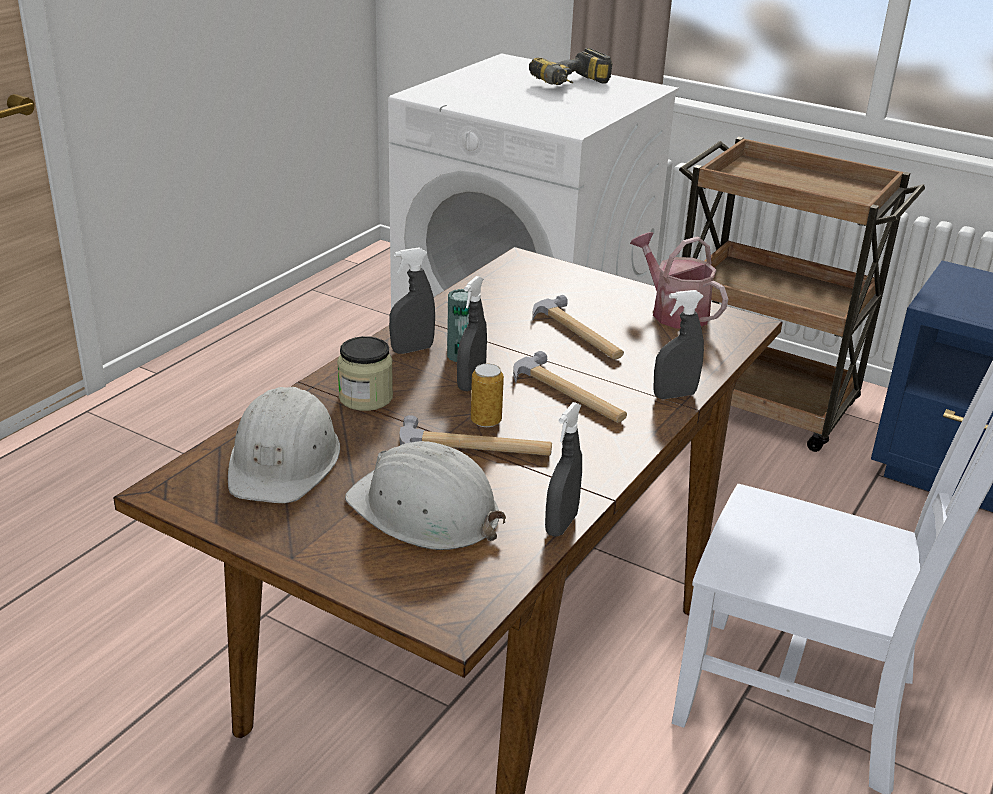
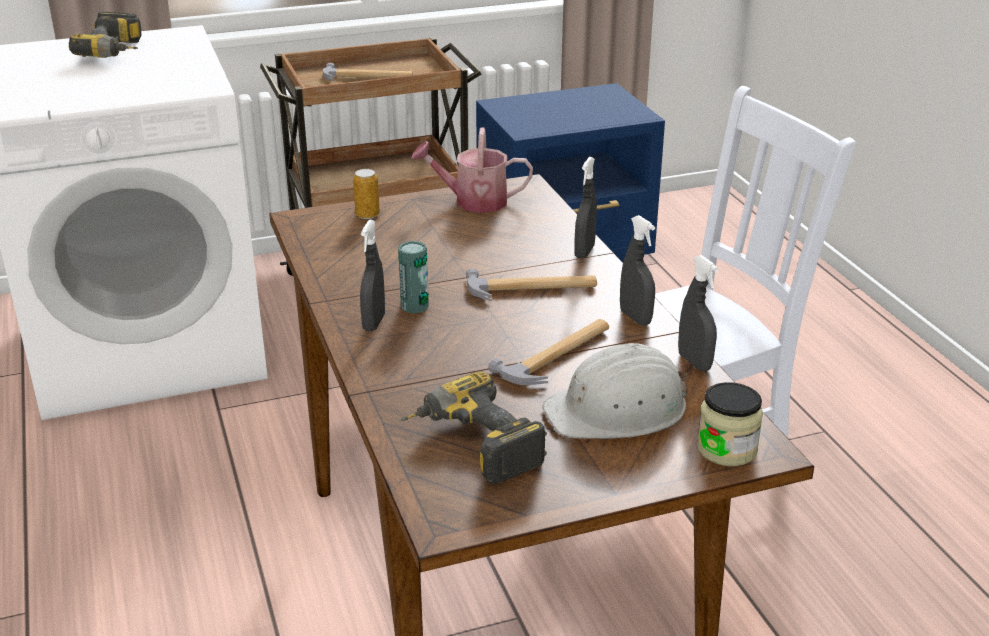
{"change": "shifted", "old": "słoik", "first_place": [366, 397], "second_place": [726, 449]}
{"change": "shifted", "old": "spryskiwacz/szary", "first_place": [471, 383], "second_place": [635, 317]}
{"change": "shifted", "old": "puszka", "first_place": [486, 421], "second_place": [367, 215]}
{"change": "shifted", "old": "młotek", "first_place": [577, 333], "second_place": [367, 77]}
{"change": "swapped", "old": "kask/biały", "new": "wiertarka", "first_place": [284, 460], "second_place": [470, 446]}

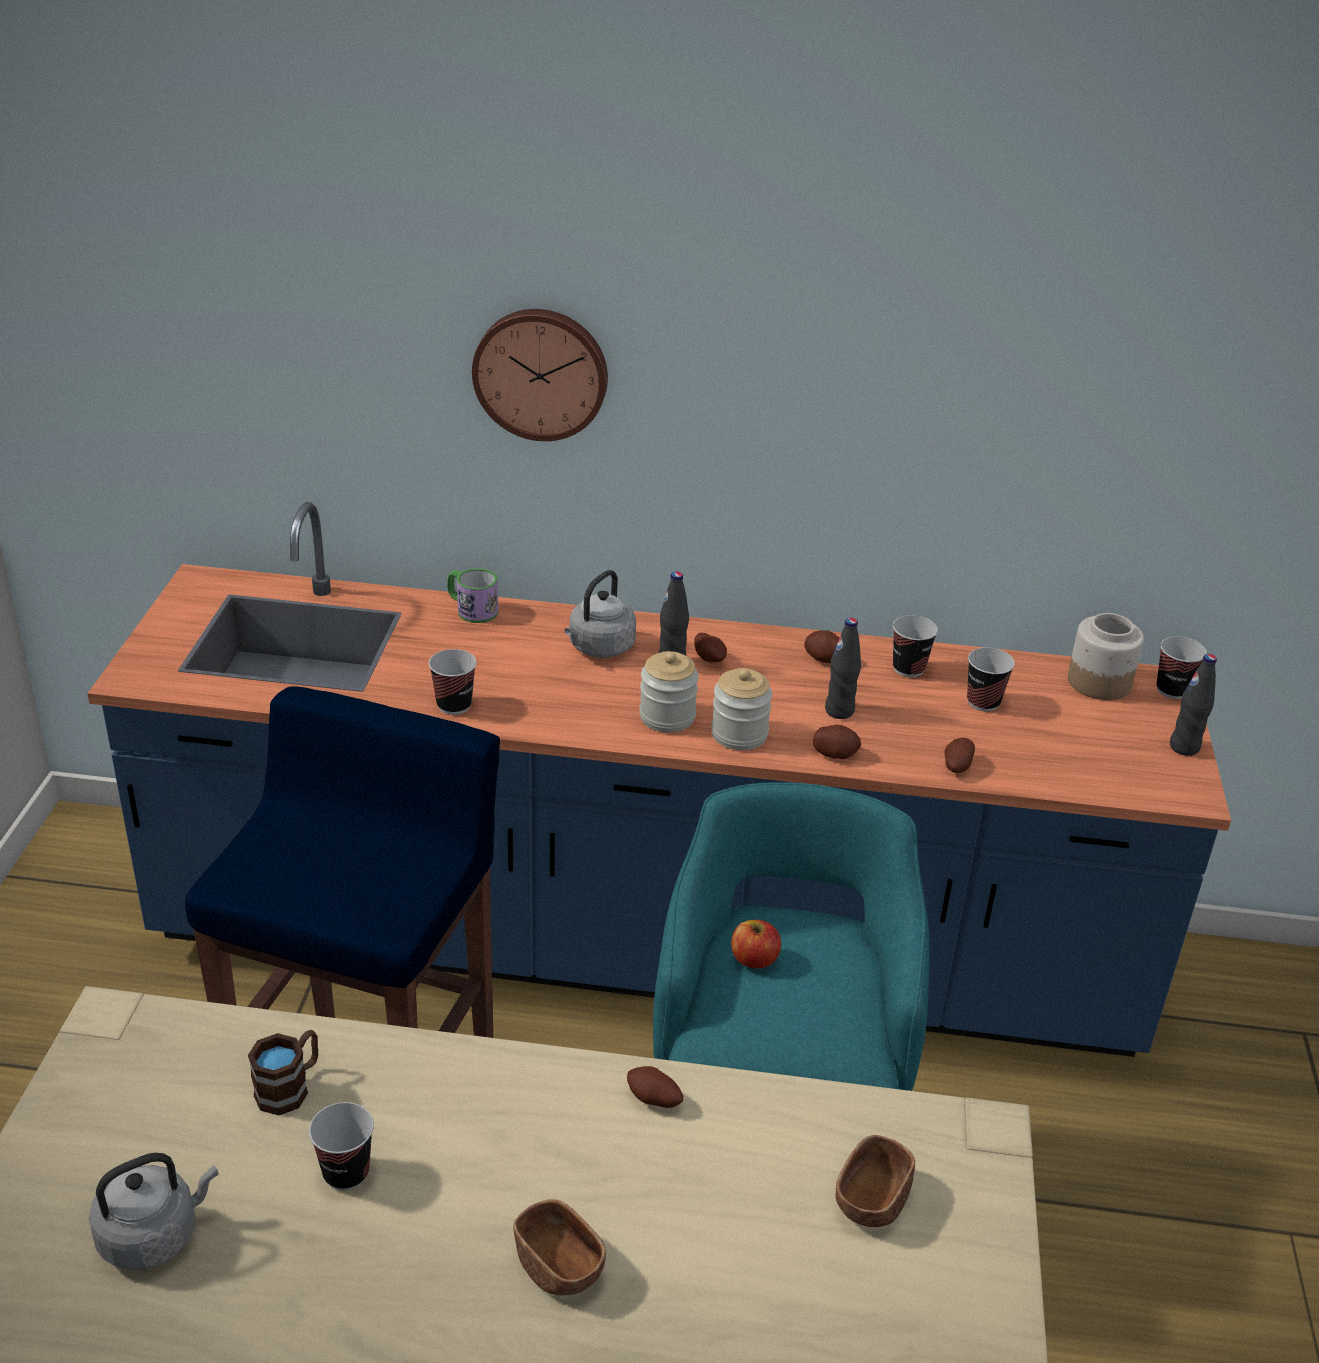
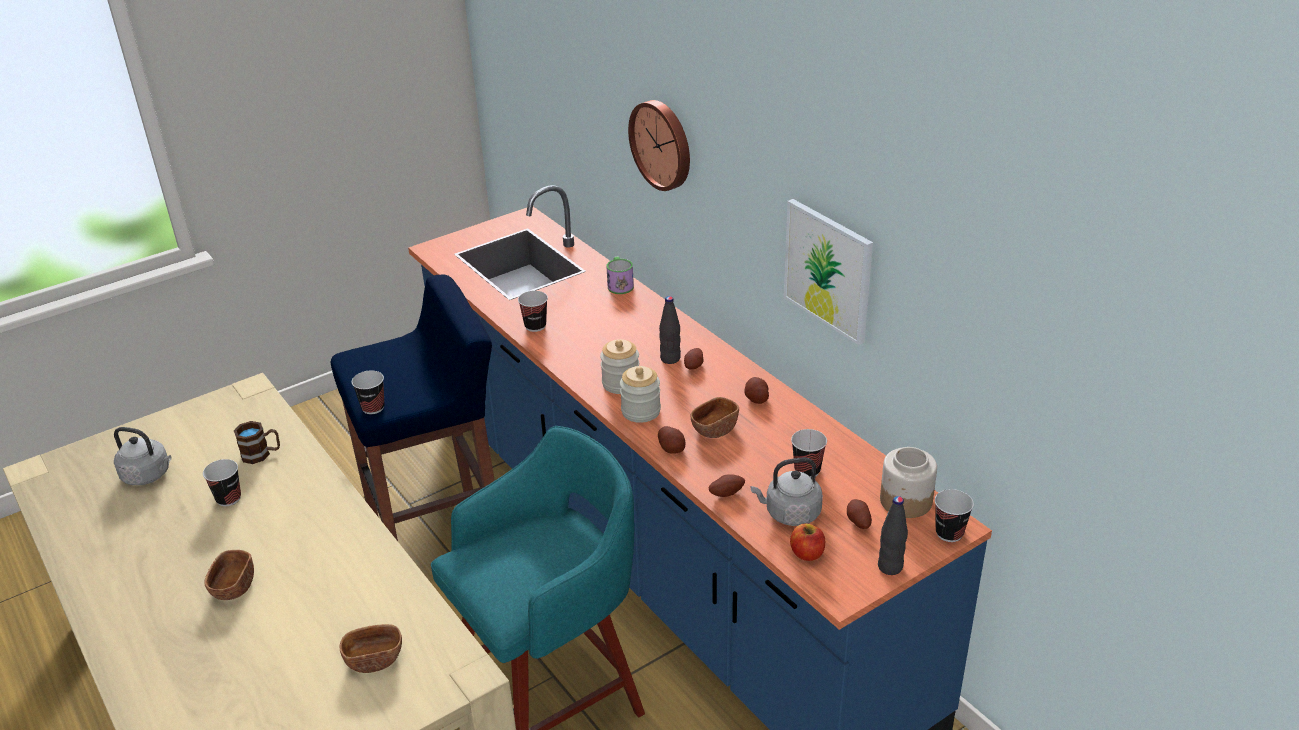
{"change": "new", "new": "obraz", "second_place": [828, 270]}
{"change": "shifted", "old": "czajnik/szary", "first_place": [599, 648], "second_place": [789, 514]}
{"change": "shifted", "old": "ziemniak", "first_place": [653, 1100], "second_place": [857, 522]}
{"change": "shifted", "old": "jabłko", "first_place": [754, 959], "second_place": [807, 553]}
{"change": "shifted", "old": "filiżanka", "first_place": [908, 668], "second_place": [373, 408]}
{"change": "swapped", "old": "butelka/czarny", "new": "miska/brązowy", "first_place": [839, 711], "second_place": [714, 429]}

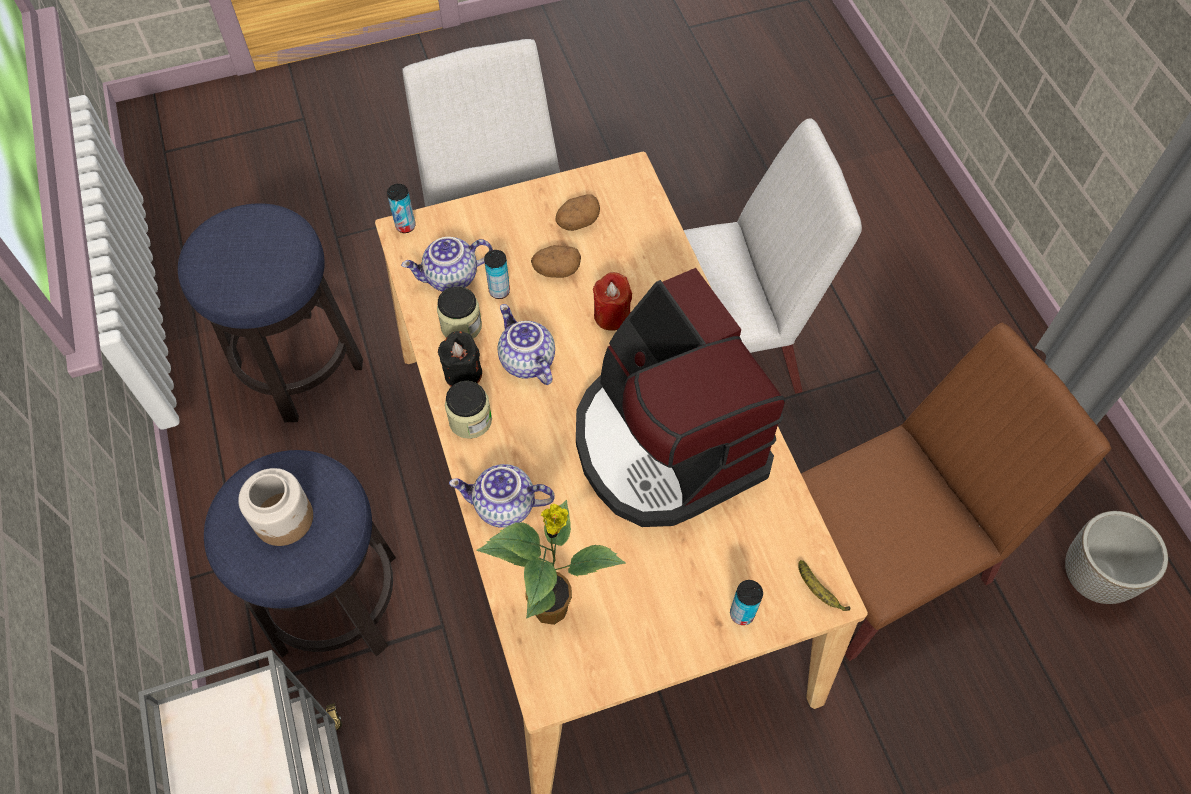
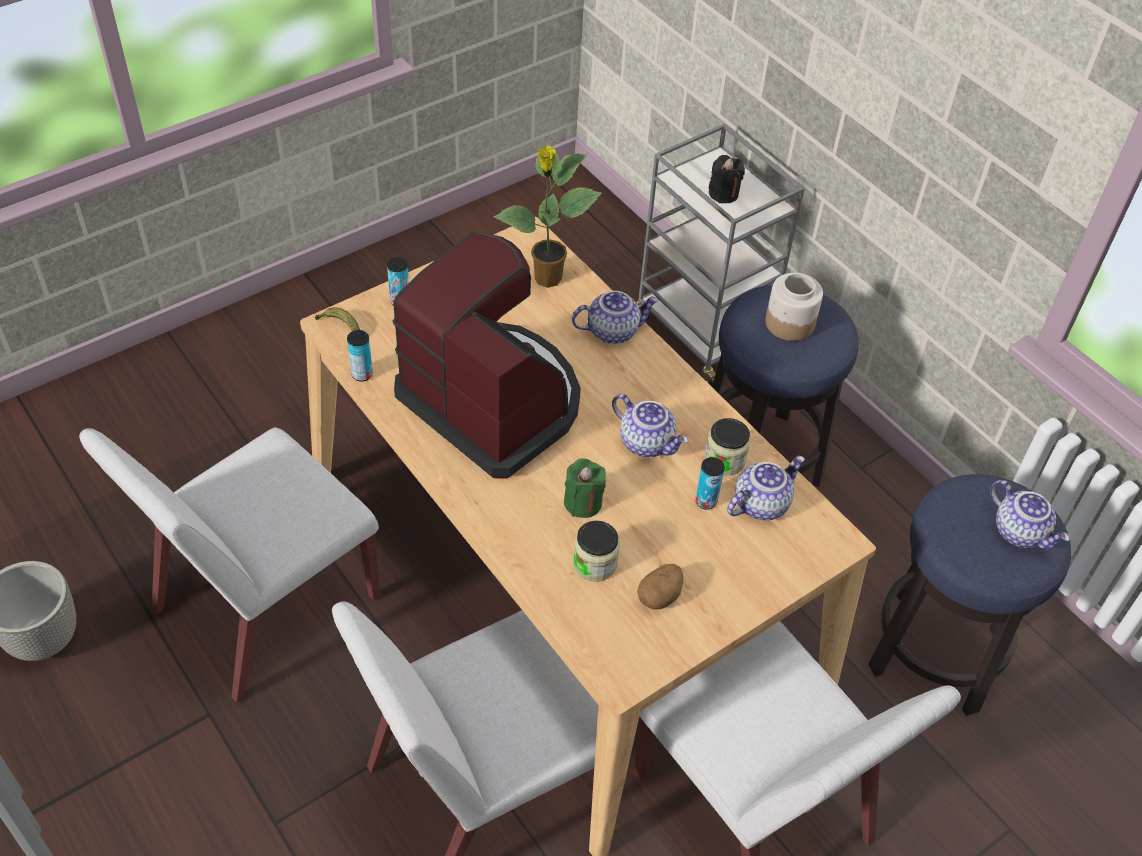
{"change": "gone", "old": "ziemniak", "first_place": [556, 270]}
{"change": "new", "new": "imbryk", "second_place": [1020, 532]}
{"change": "shifted", "old": "puszka", "first_place": [405, 226], "second_place": [362, 374]}
{"change": "shifted", "old": "świeca/czarny", "first_place": [463, 374], "second_place": [723, 194]}
{"change": "shifted", "old": "słoik", "first_place": [470, 420], "second_place": [595, 564]}
{"change": "repainted", "old": "świeca/czerwony", "new": "świeca/zielony", "first_place": [612, 315], "second_place": [583, 502]}
{"change": "repainted", "old": "krzesło/brązowy", "new": "krzesło/biały", "first_place": [882, 560], "second_place": [264, 605]}

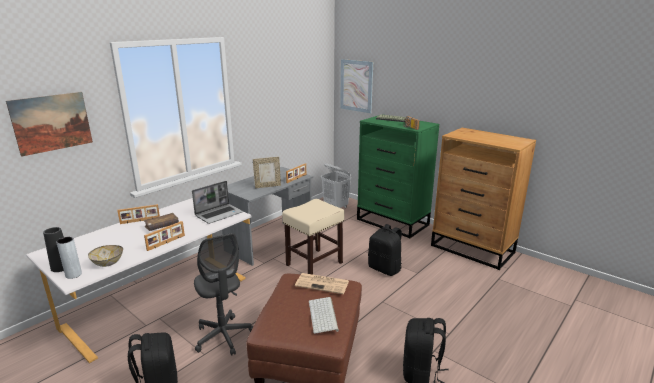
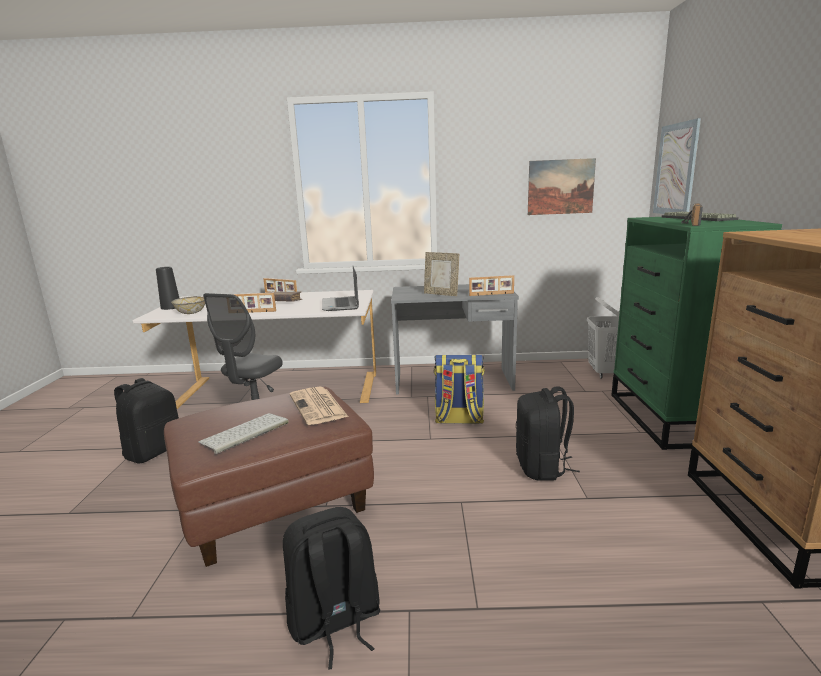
{"change": "gone", "old": "wazon/szary", "first_place": [73, 275]}
{"change": "shifted", "old": "obraz", "first_place": [52, 123], "second_place": [560, 187]}
{"change": "swapped", "old": "stołek/beżowy", "new": "plecak", "first_place": [314, 264], "second_place": [458, 420]}
{"change": "rotated", "old": "laptop", "first_place": [219, 214], "second_place": [341, 305], "degrees": 75}

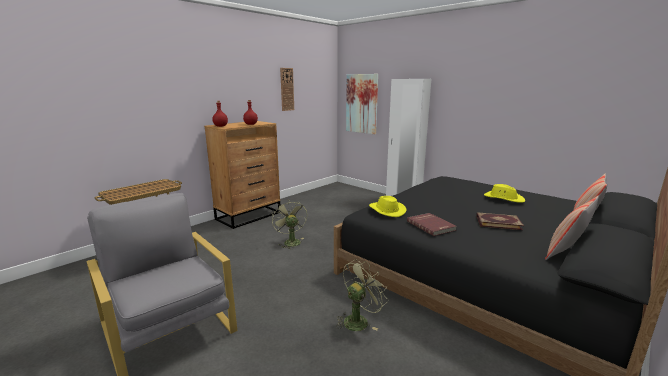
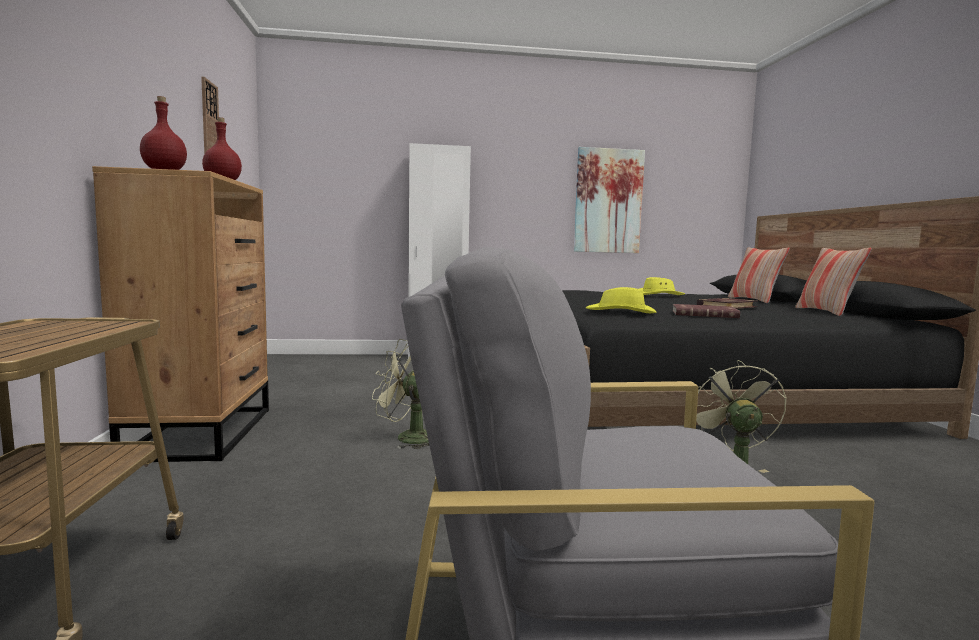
{"change": "shifted", "old": "obraz", "first_place": [361, 103], "second_place": [608, 201]}

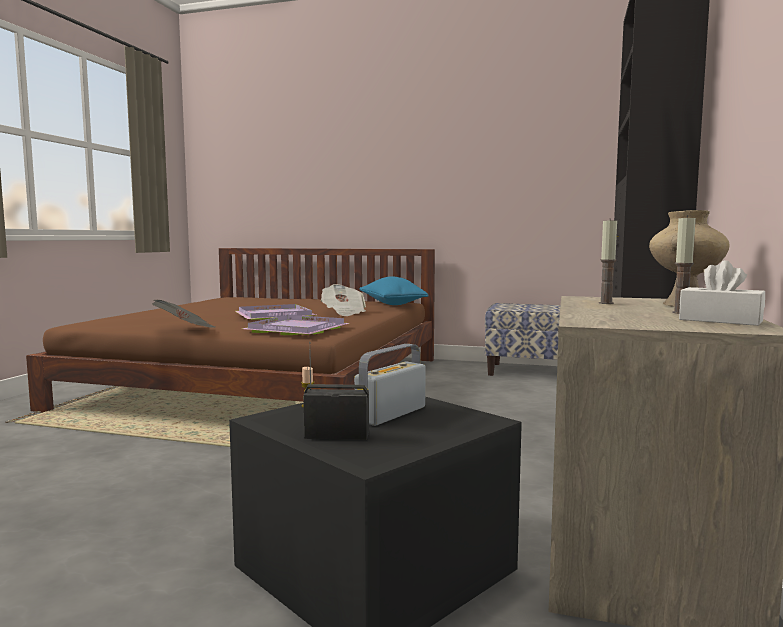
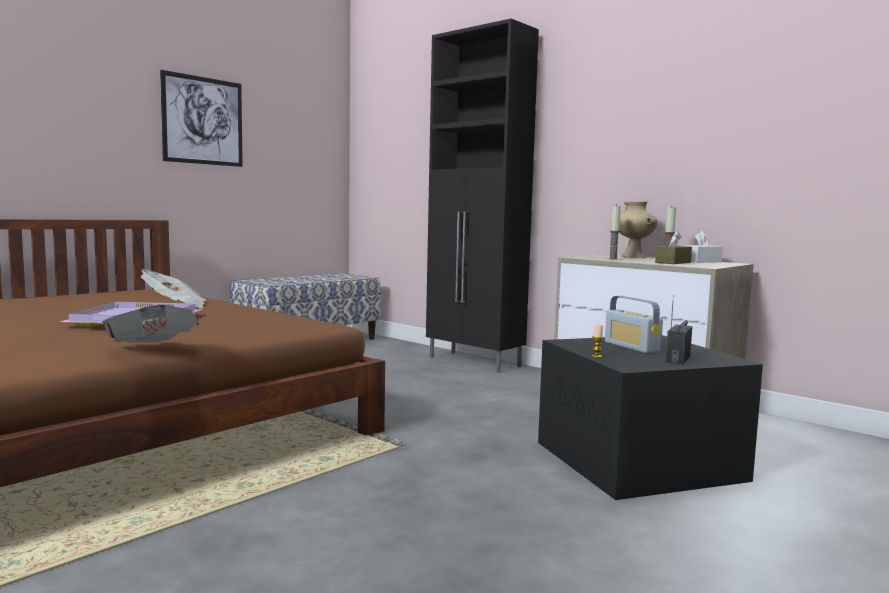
{"change": "gone", "old": "taca/fioletowy", "first_place": [299, 329]}
{"change": "gone", "old": "poduszka/niebieski", "first_place": [392, 304]}
{"change": "new", "new": "obraz", "second_place": [203, 121]}
{"change": "new", "new": "pudełko chusteczek/brązowy", "second_place": [673, 262]}

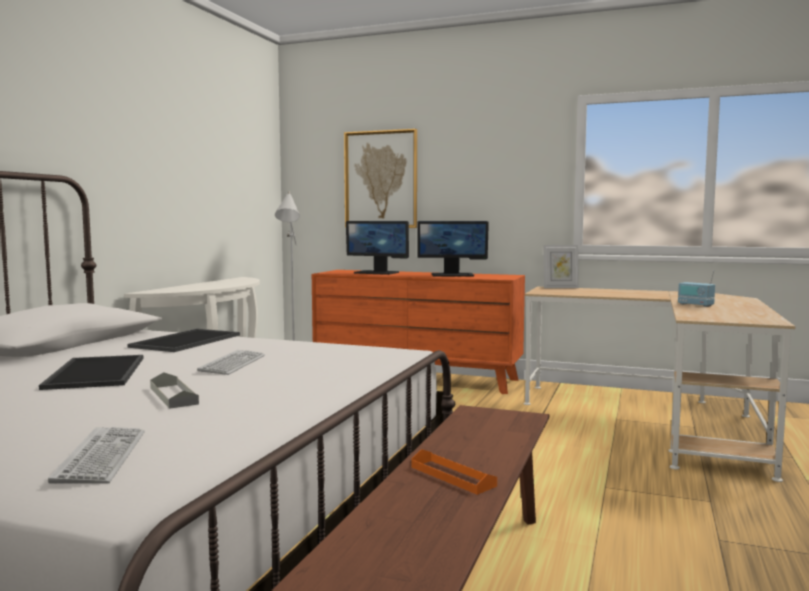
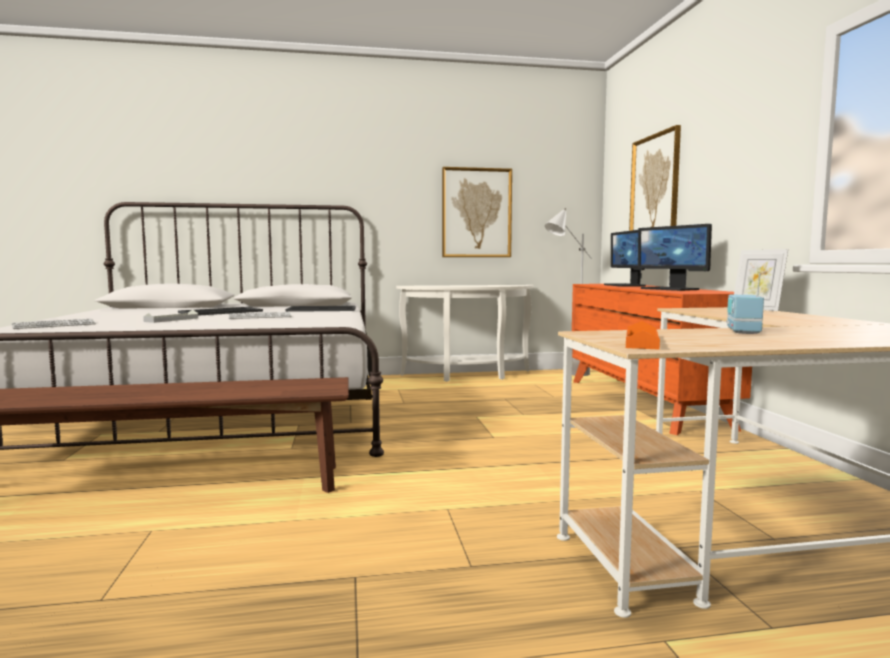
{"change": "new", "new": "obraz", "second_place": [476, 213]}
{"change": "shifted", "old": "taca/pomarańczowy", "first_place": [452, 476], "second_place": [641, 342]}

